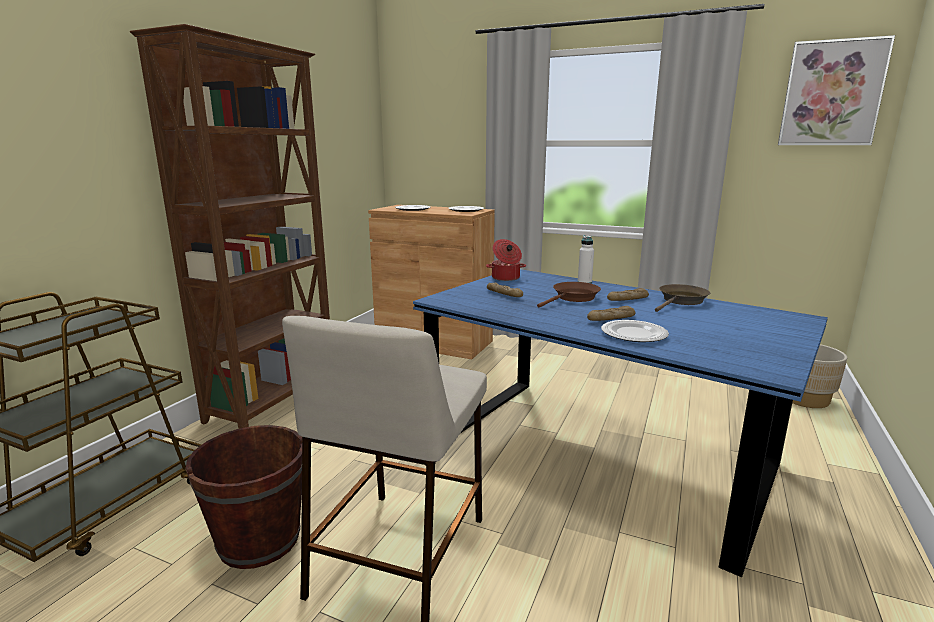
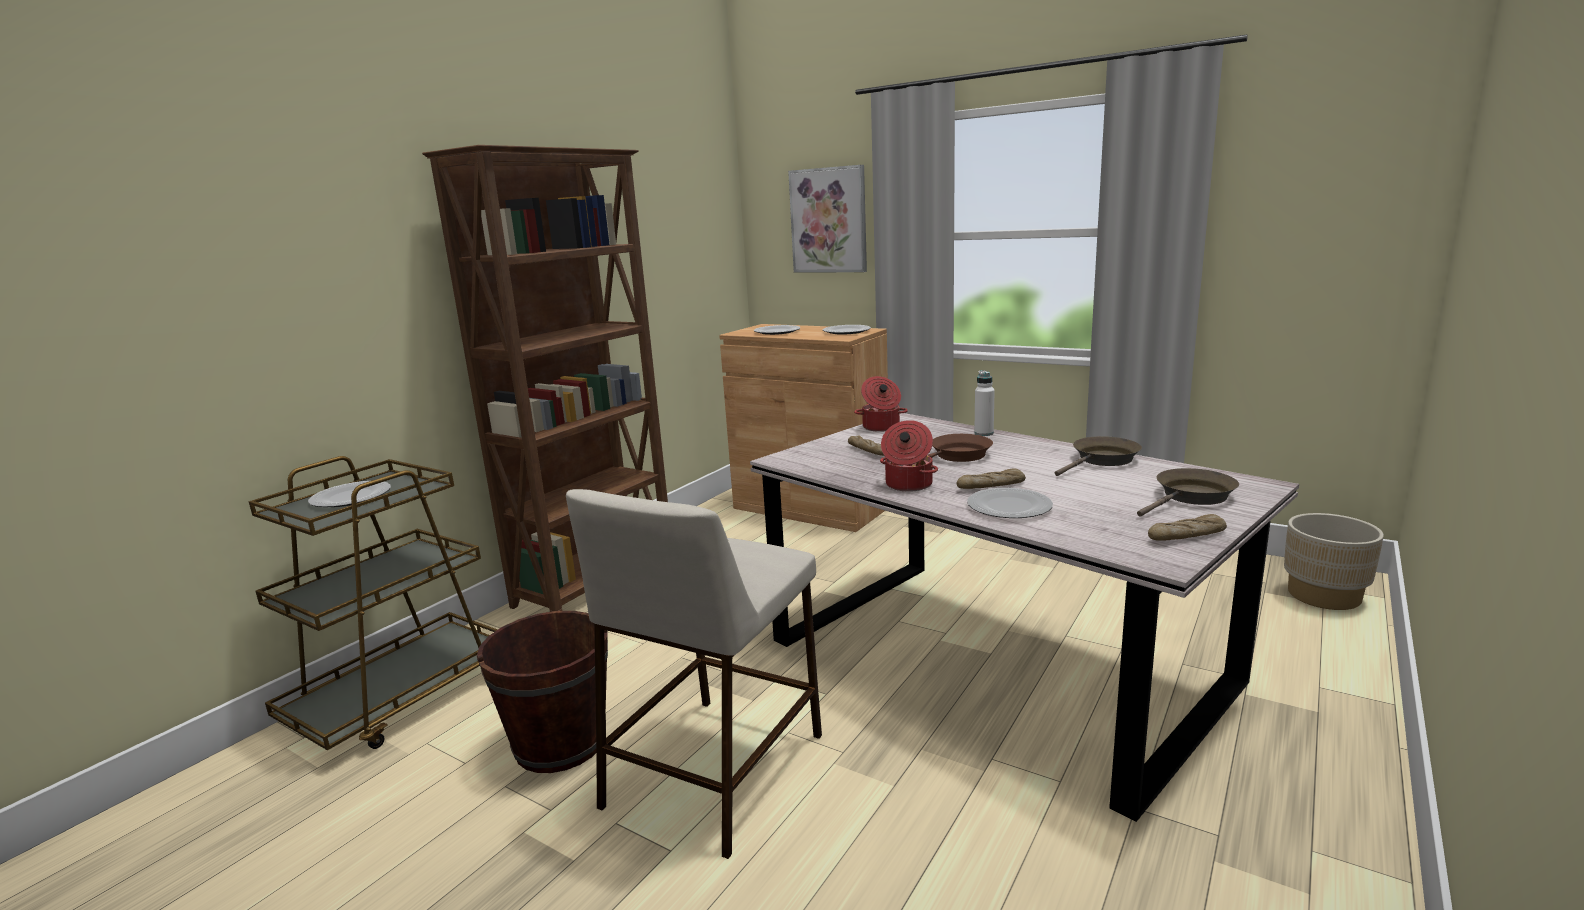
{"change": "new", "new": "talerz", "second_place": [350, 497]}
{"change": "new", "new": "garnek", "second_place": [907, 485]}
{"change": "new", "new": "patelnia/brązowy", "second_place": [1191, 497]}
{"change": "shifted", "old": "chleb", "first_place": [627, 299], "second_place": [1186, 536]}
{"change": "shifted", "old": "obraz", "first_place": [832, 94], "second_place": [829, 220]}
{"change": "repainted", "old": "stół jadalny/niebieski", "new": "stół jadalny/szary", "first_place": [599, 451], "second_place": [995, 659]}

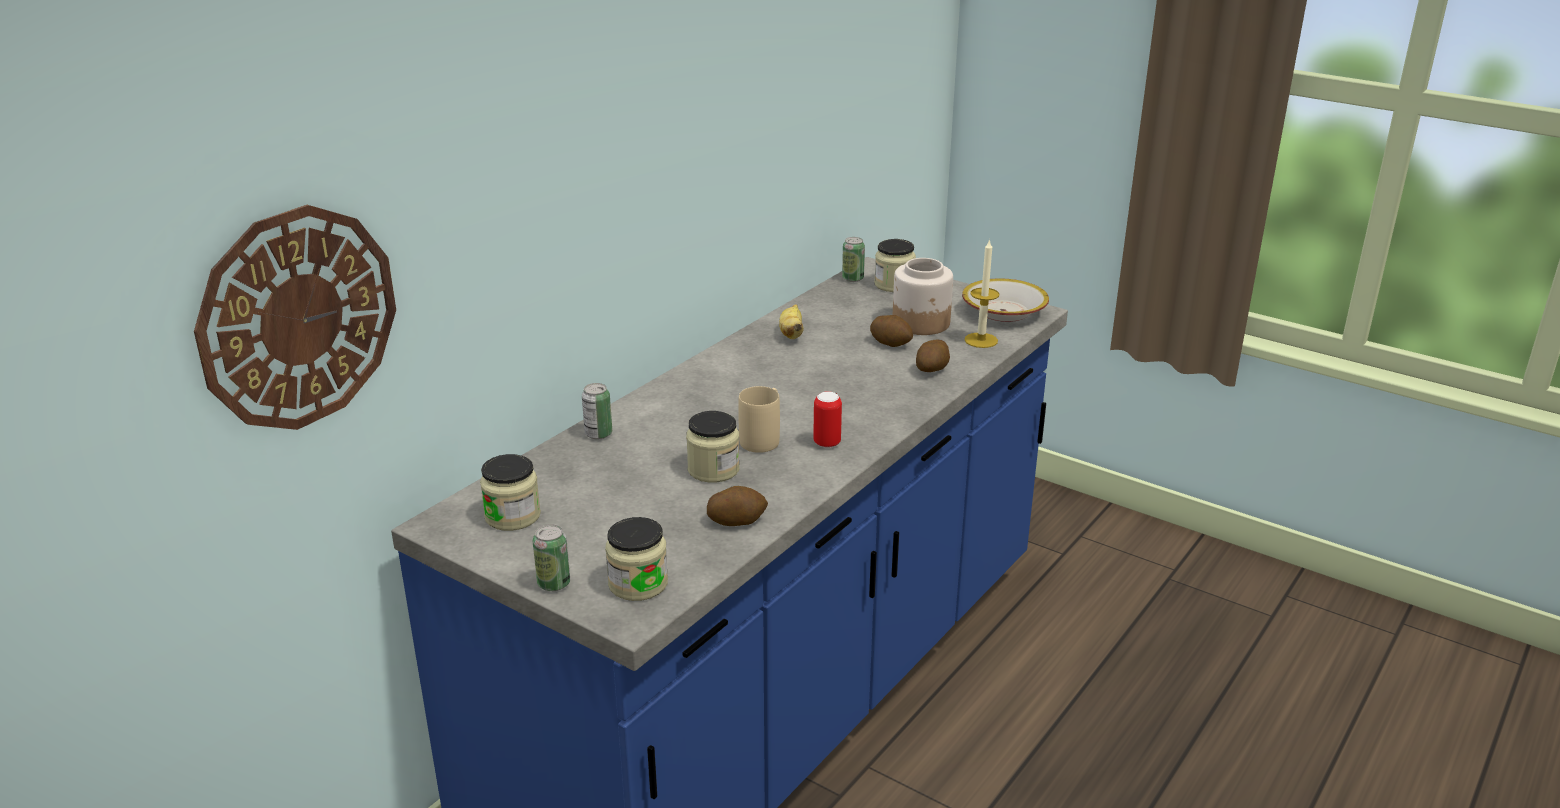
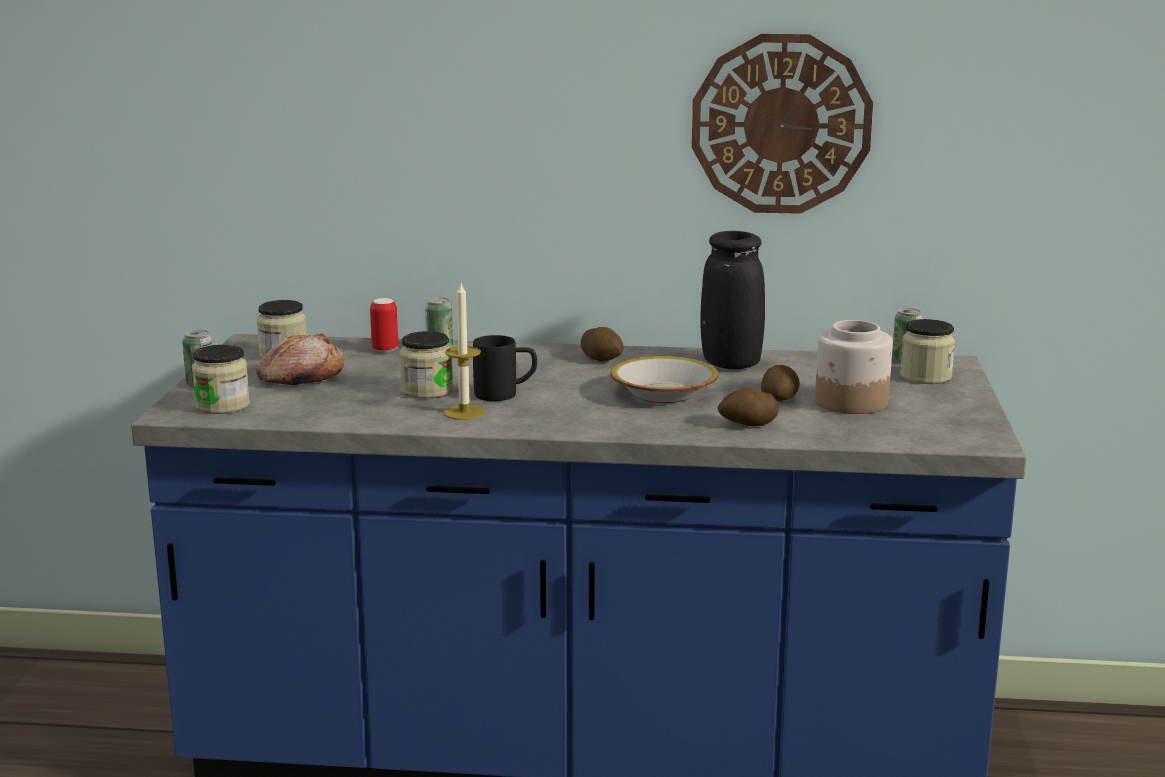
{"change": "new", "new": "chleb", "second_place": [300, 377]}
{"change": "shifted", "old": "zegar ścienny", "first_place": [298, 318], "second_place": [781, 124]}
{"change": "shifted", "old": "ziemniak", "first_place": [737, 521], "second_place": [602, 359]}
{"change": "shifted", "old": "puszka", "first_place": [827, 443], "second_place": [385, 349]}
{"change": "shifted", "old": "miska", "first_place": [1003, 312], "second_place": [663, 393]}
{"change": "shifted", "old": "świeca", "first_place": [981, 340], "second_place": [464, 412]}
{"change": "swapped", "old": "banan", "new": "wazon/czarny", "first_place": [791, 334], "second_place": [730, 364]}
{"change": "repainted", "old": "kubek/beżowy", "new": "kubek/czarny", "first_place": [763, 438], "second_place": [505, 394]}

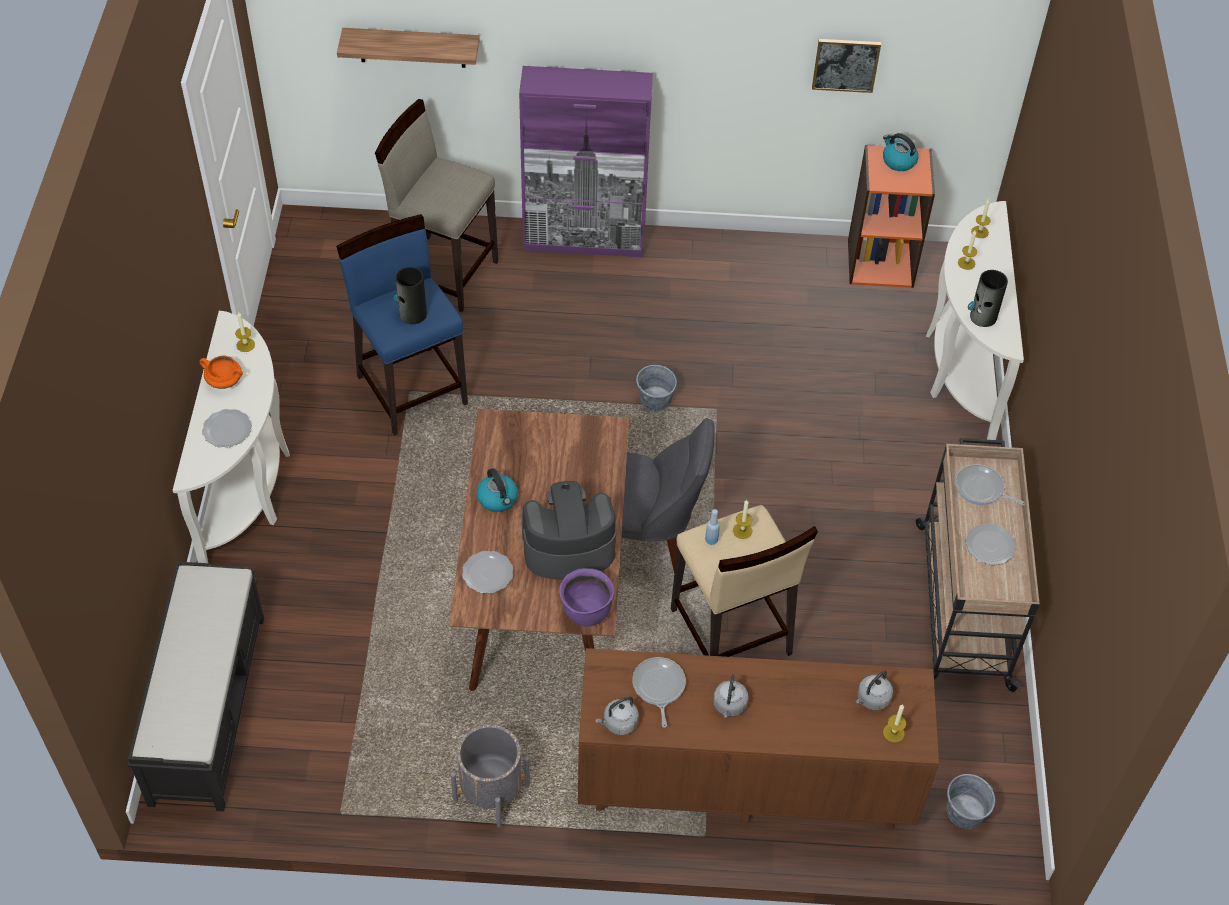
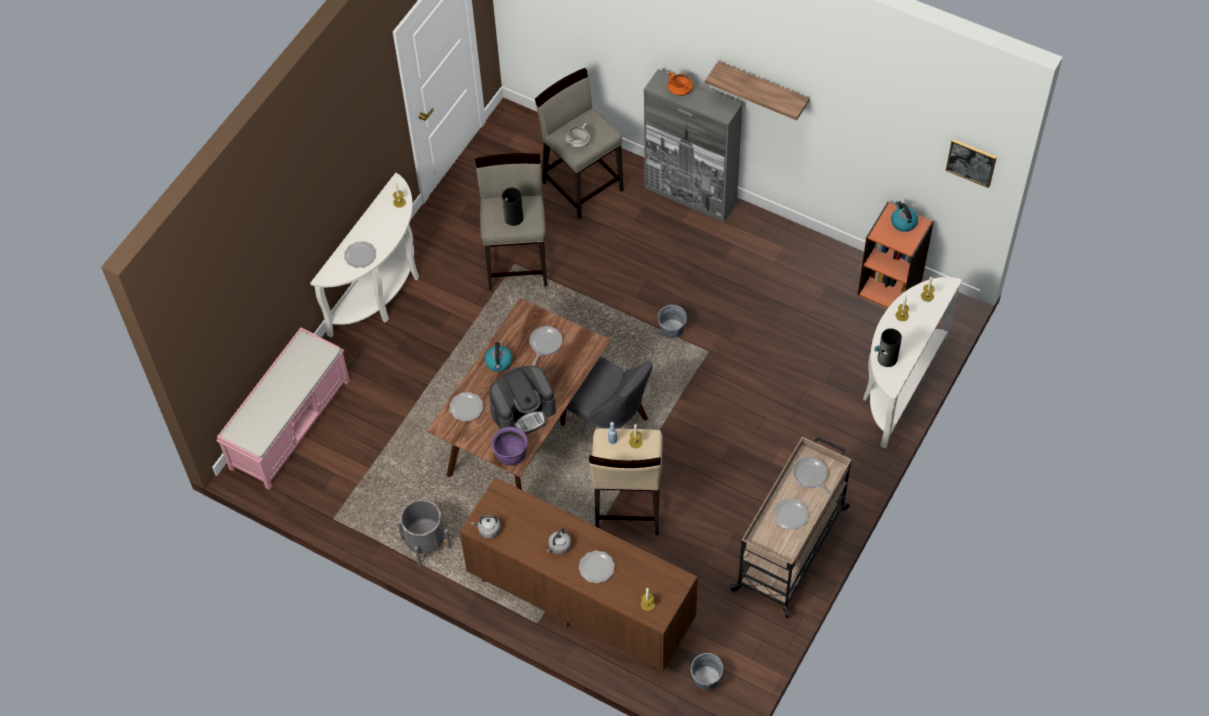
{"change": "gone", "old": "czajnik/szary", "first_place": [872, 699]}
{"change": "new", "new": "garnek/biały", "second_place": [578, 143]}
{"change": "new", "new": "talerz", "second_place": [597, 567]}
{"change": "shifted", "old": "garnek/pomarańczowy", "first_place": [225, 381], "second_place": [680, 91]}
{"change": "shifted", "old": "półka", "first_place": [412, 47], "second_place": [762, 89]}
{"change": "shifted", "old": "patelnia", "first_place": [658, 687], "second_place": [544, 344]}
{"change": "shifted", "old": "obraz", "first_place": [845, 64], "second_place": [971, 162]}
{"change": "repainted", "old": "ławka/czarny", "new": "ławka/różowy", "first_place": [208, 707], "second_place": [290, 423]}
{"change": "repainted", "old": "stołek/niebieski", "new": "stołek/beżowy", "first_place": [412, 389], "second_place": [517, 262]}
{"change": "repainted", "old": "szafka/fioletowy", "new": "szafka/szary", "first_place": [585, 240], "second_place": [691, 195]}
{"change": "rotated", "old": "ekspres do kawy", "first_place": [568, 548], "second_place": [523, 410], "degrees": 135}

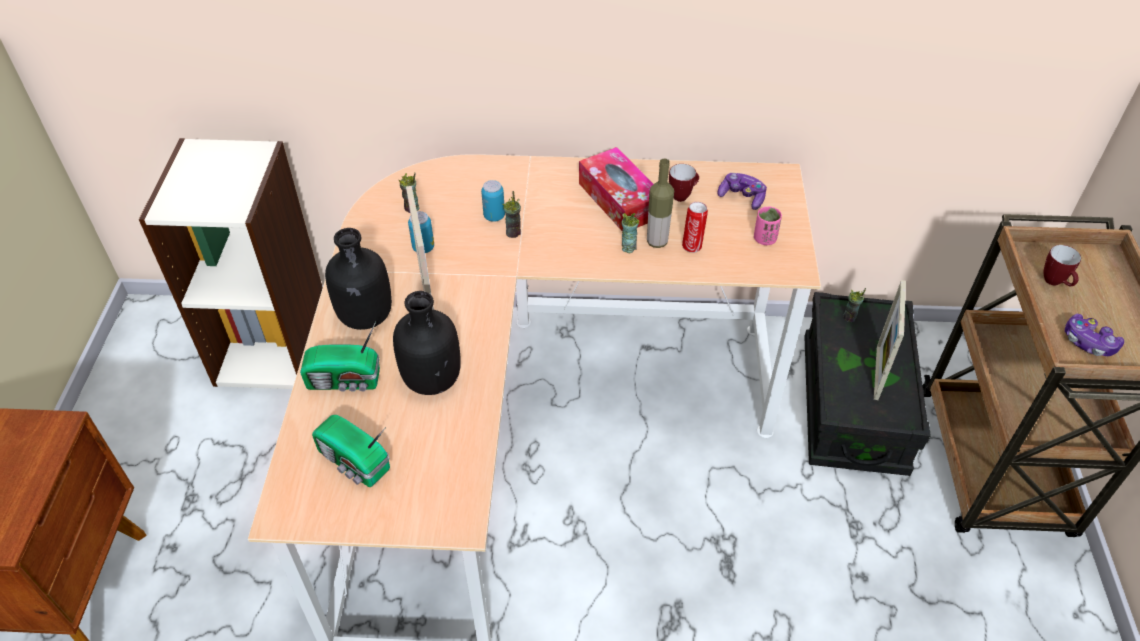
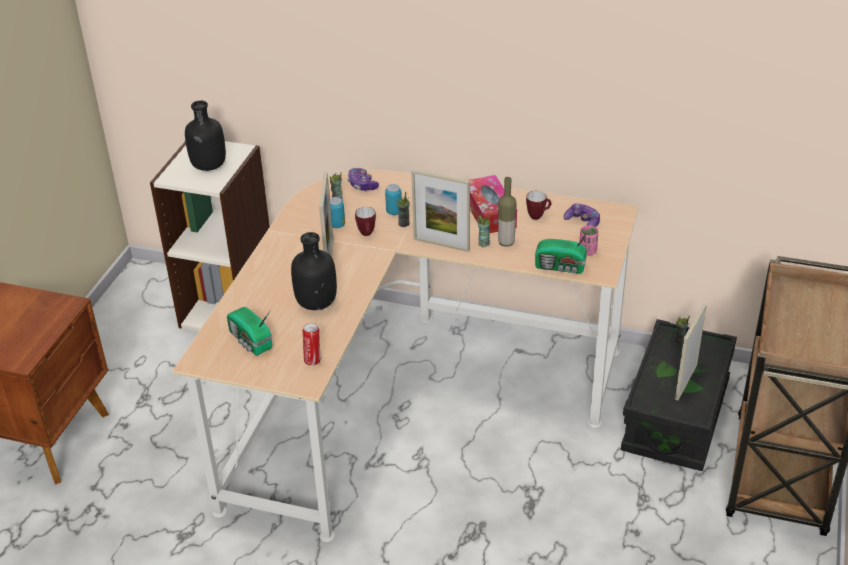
{"change": "new", "new": "ramka na zdjęcie", "second_place": [441, 244]}
{"change": "shifted", "old": "radio", "first_place": [345, 381], "second_place": [561, 267]}
{"change": "shifted", "old": "butelka/czarny", "first_place": [365, 317], "second_place": [208, 166]}
{"change": "shifted", "old": "puszka", "first_place": [692, 246], "second_place": [313, 360]}
{"change": "shifted", "old": "kubek", "first_place": [1055, 283], "second_place": [367, 234]}
{"change": "shifted", "old": "pad do gier", "first_place": [1088, 342], "second_place": [362, 185]}

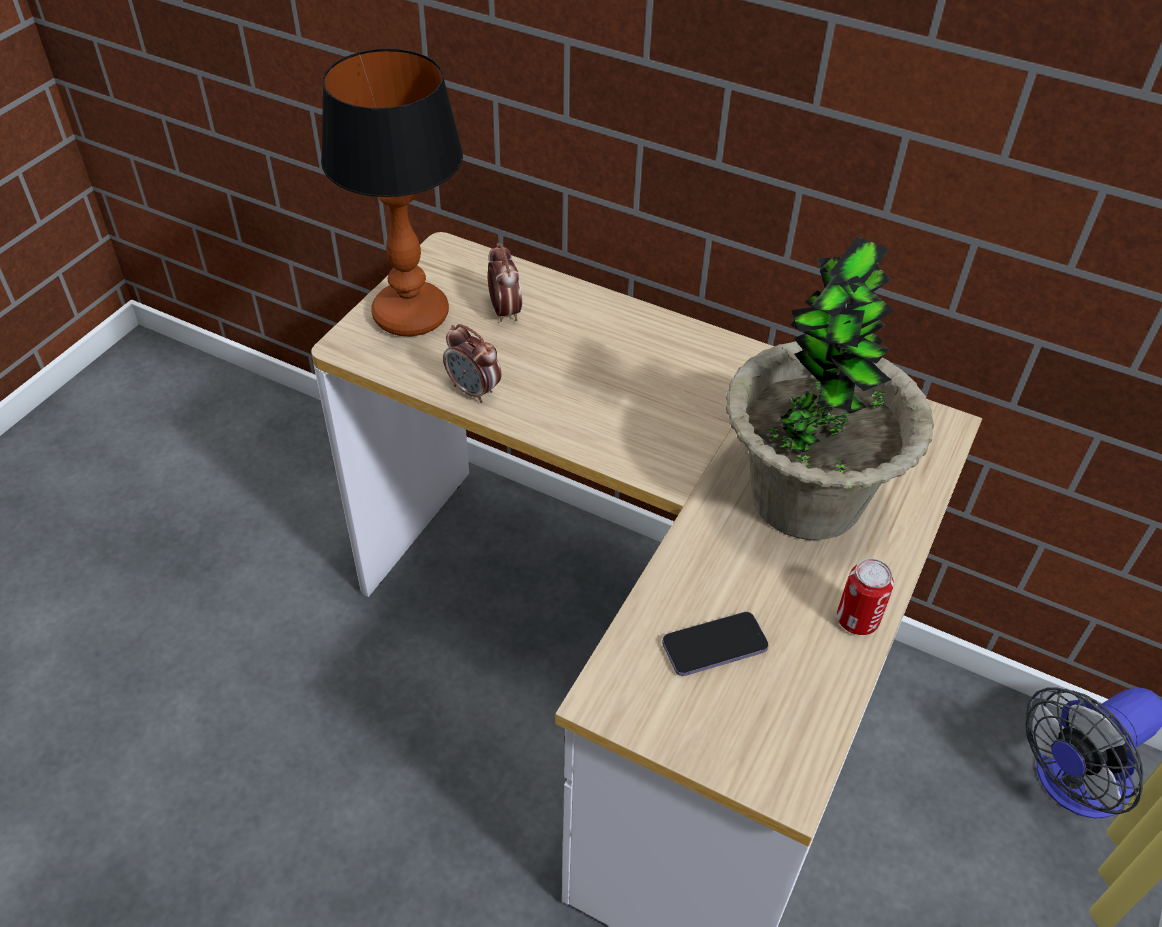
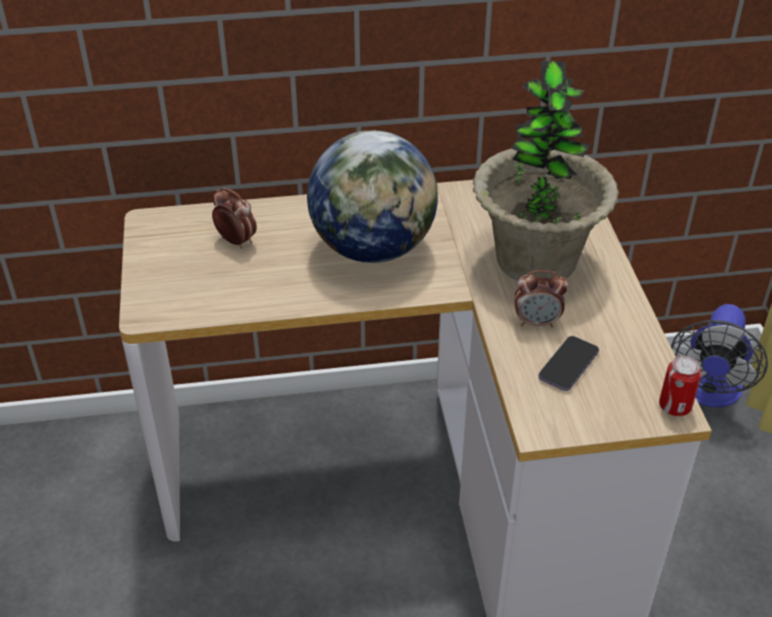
{"change": "gone", "old": "lampa stołowa", "first_place": [411, 316]}
{"change": "new", "new": "globus", "second_place": [373, 248]}
{"change": "shifted", "old": "budzik", "first_place": [474, 391], "second_place": [537, 322]}
{"change": "shifted", "old": "puszka", "first_place": [857, 620], "second_place": [675, 406]}

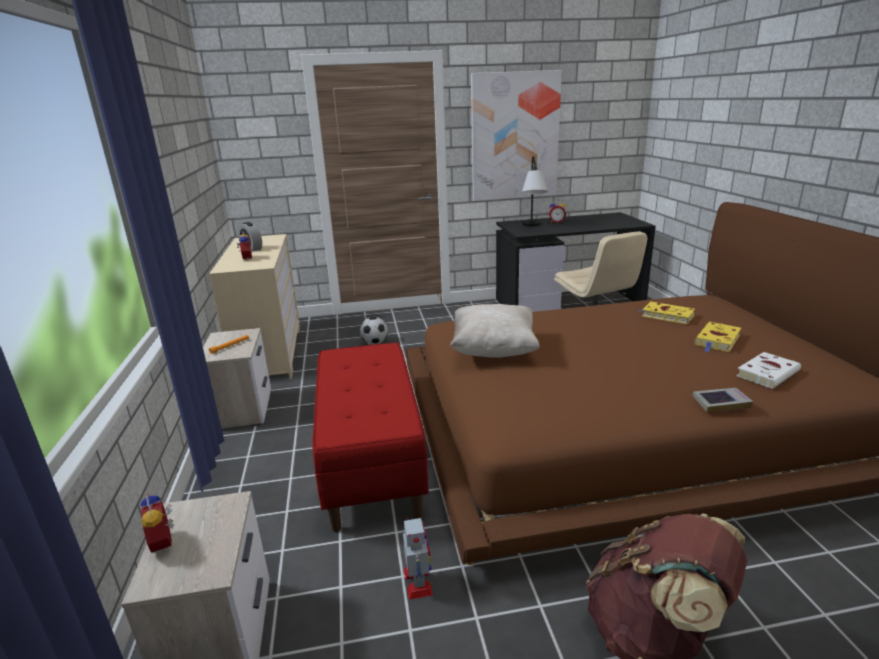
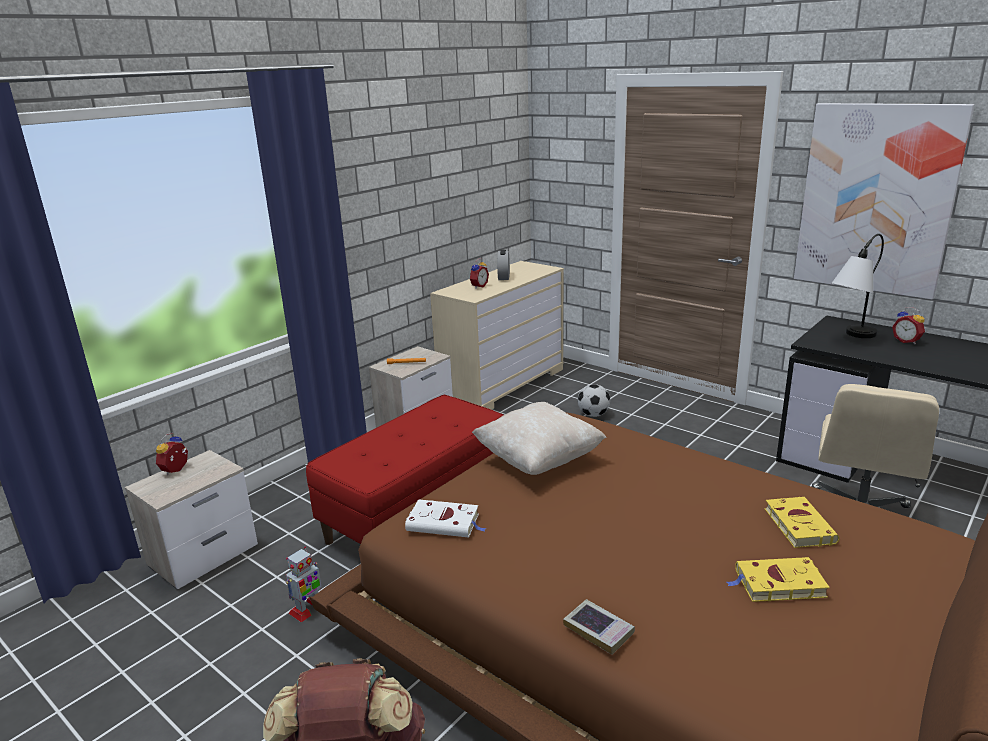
{"change": "shifted", "old": "książka/biały", "first_place": [768, 373], "second_place": [445, 523]}

